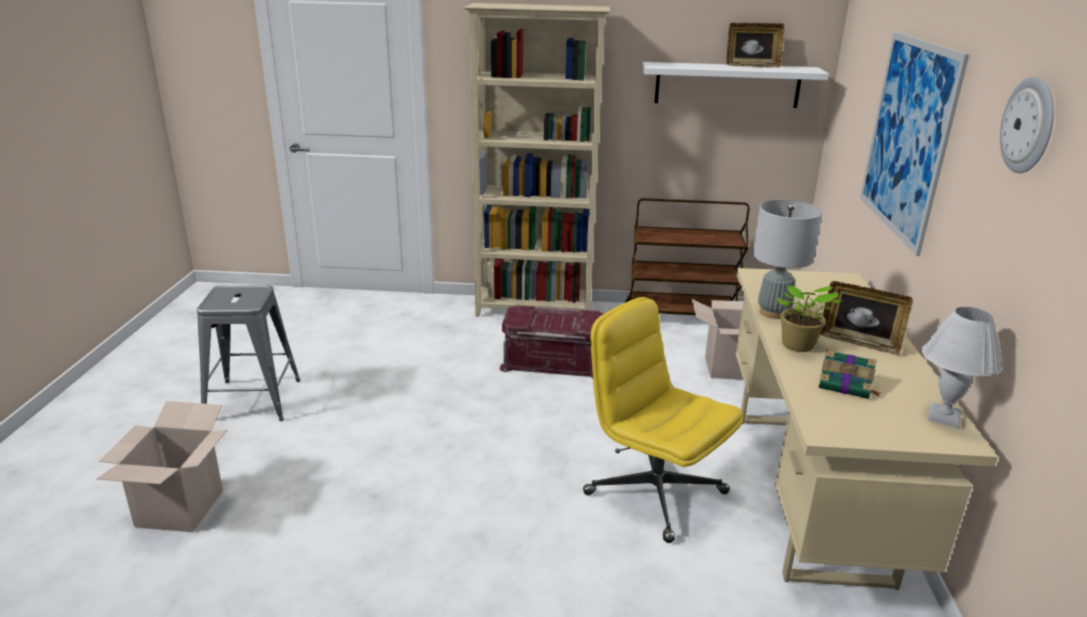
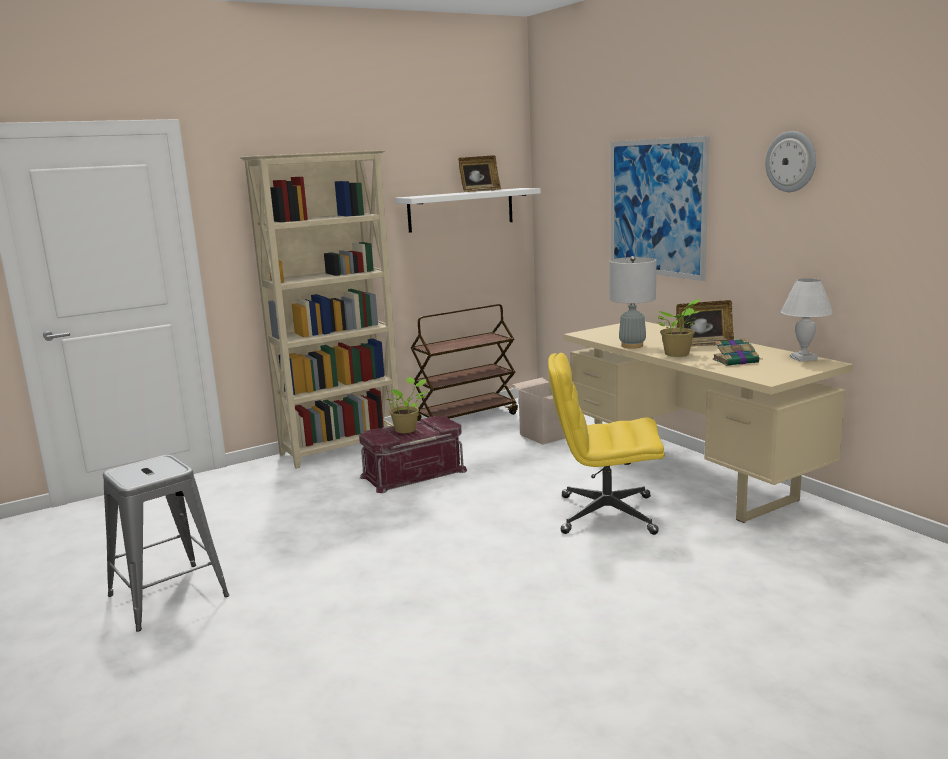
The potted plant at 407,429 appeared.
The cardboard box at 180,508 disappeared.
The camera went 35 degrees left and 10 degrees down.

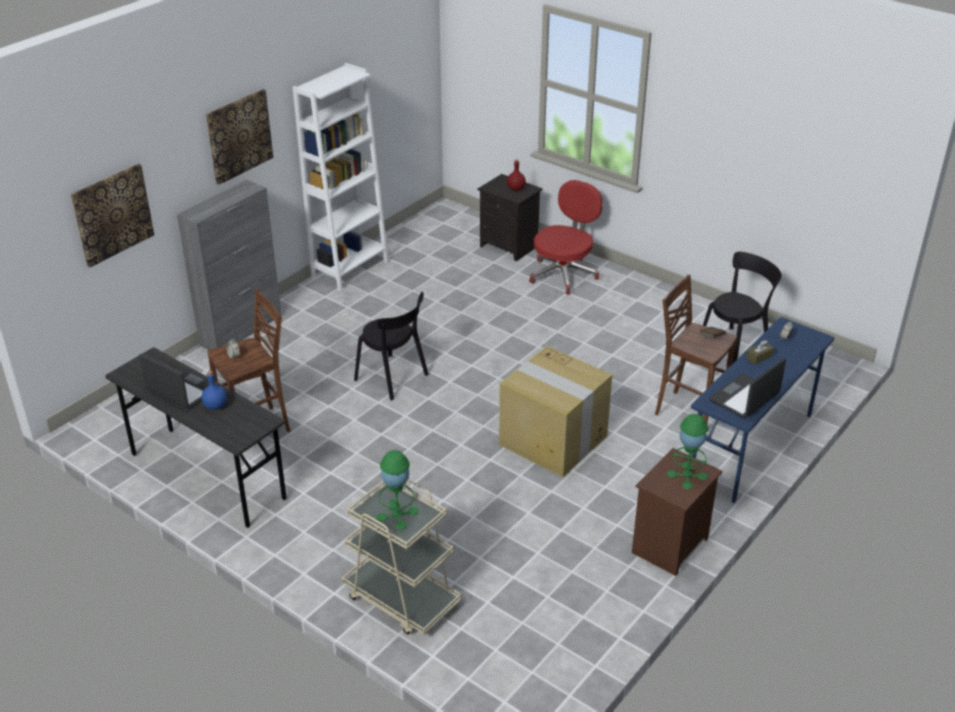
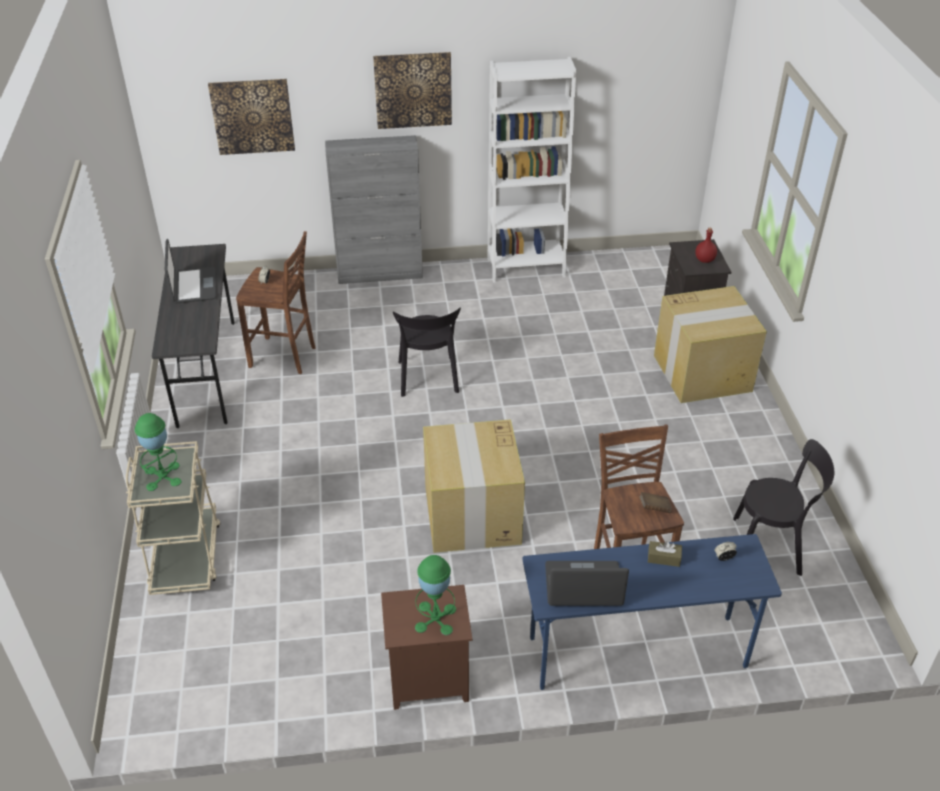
The red office chair at 564,274 was replaced by the cardboard box at 703,373.
The blue bottle at 216,406 disappeared.
The camera went 45 degrees right and 5 degrees up.

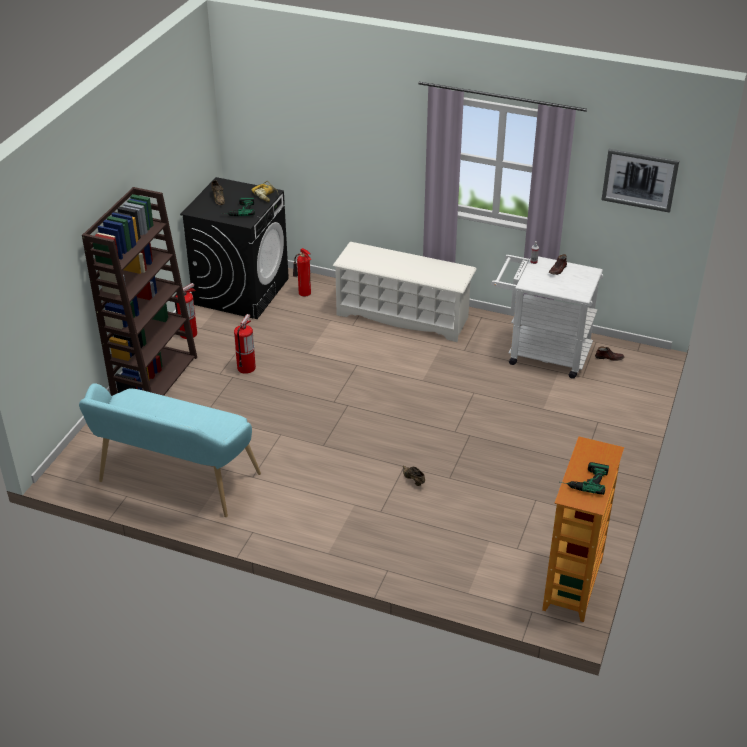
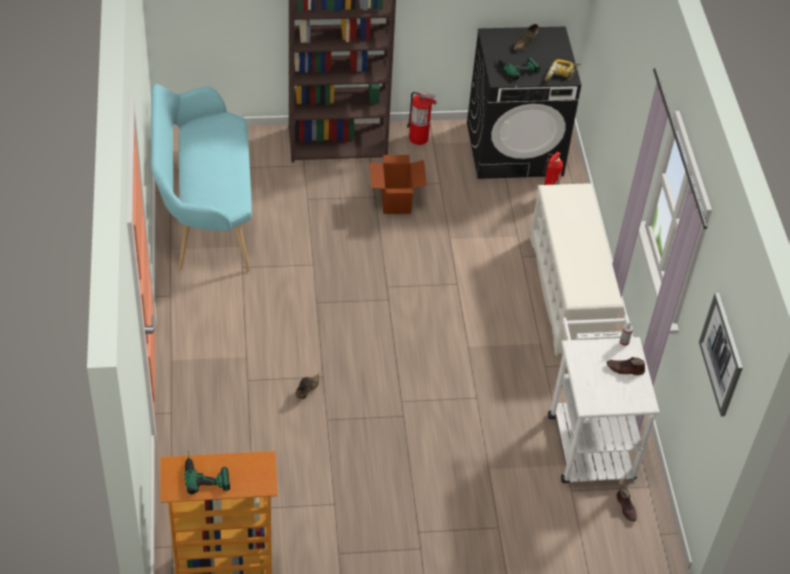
The fire extinguisher at 246,367 was replaced by the cardboard box at 395,201.
The camera went 60 degrees right and 10 degrees up.

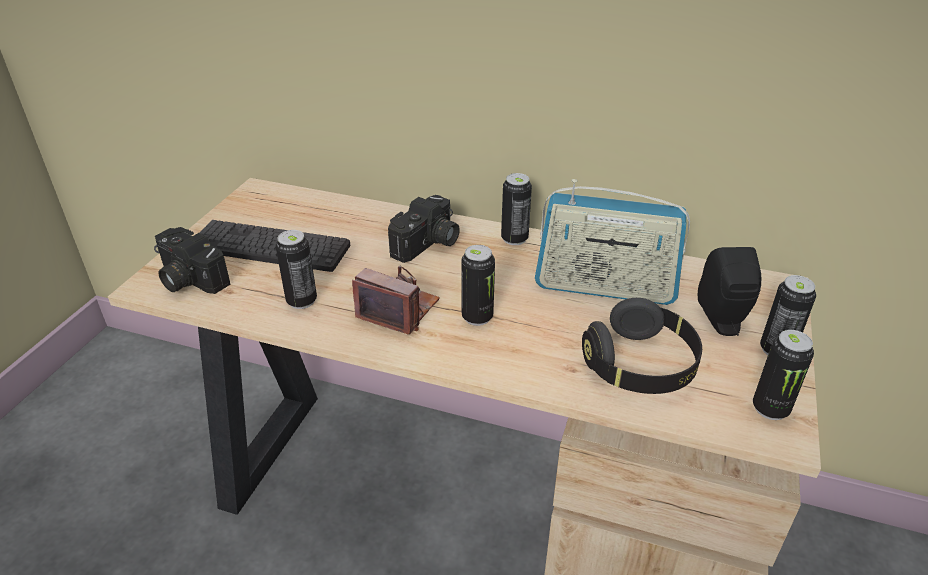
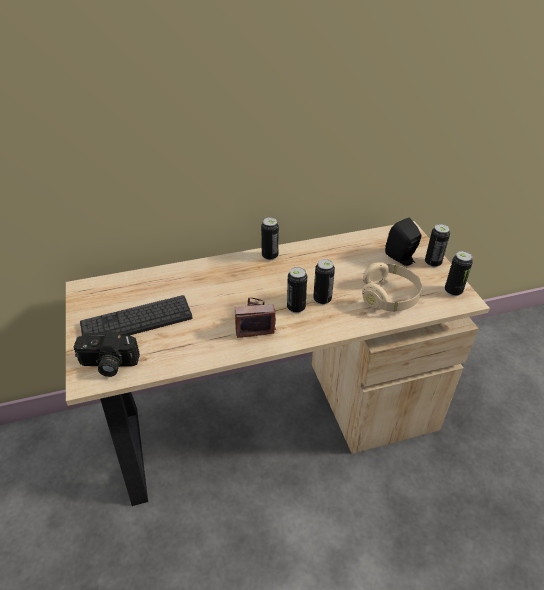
The can moved from 301,301 to 322,299.
The black headphones at 640,366 became the beige headphones at 389,297.
The photo camera at 428,245 disappeared.
The radio at 604,287 disappeared.
The camera went 35 degrees left and 5 degrees up.

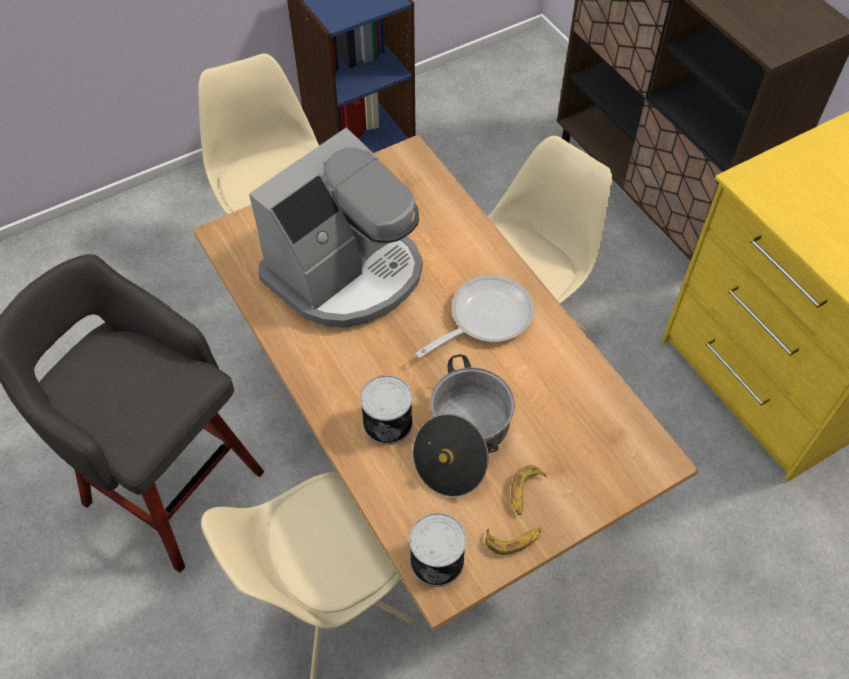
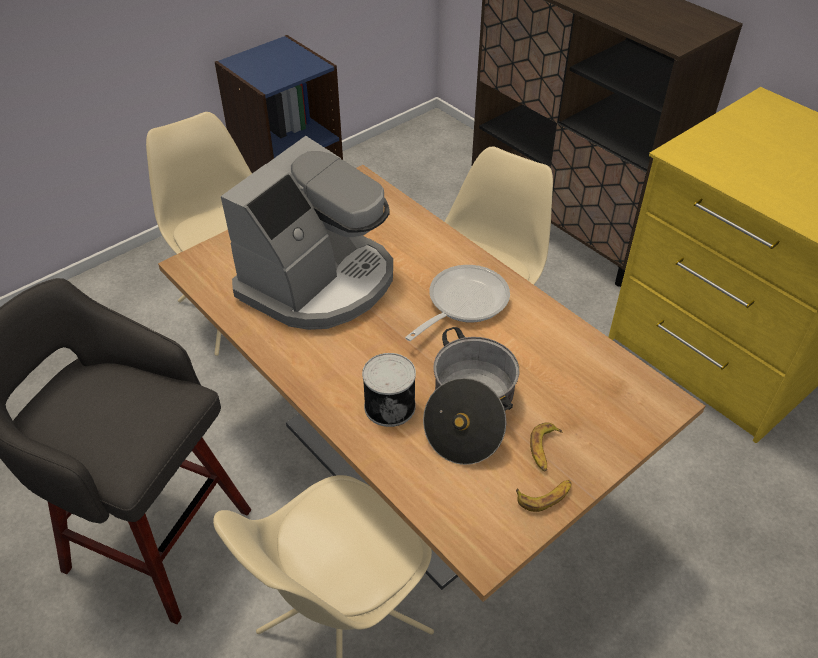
The can at 437,558 disappeared.
The camera went 10 degrees left and 10 degrees down.

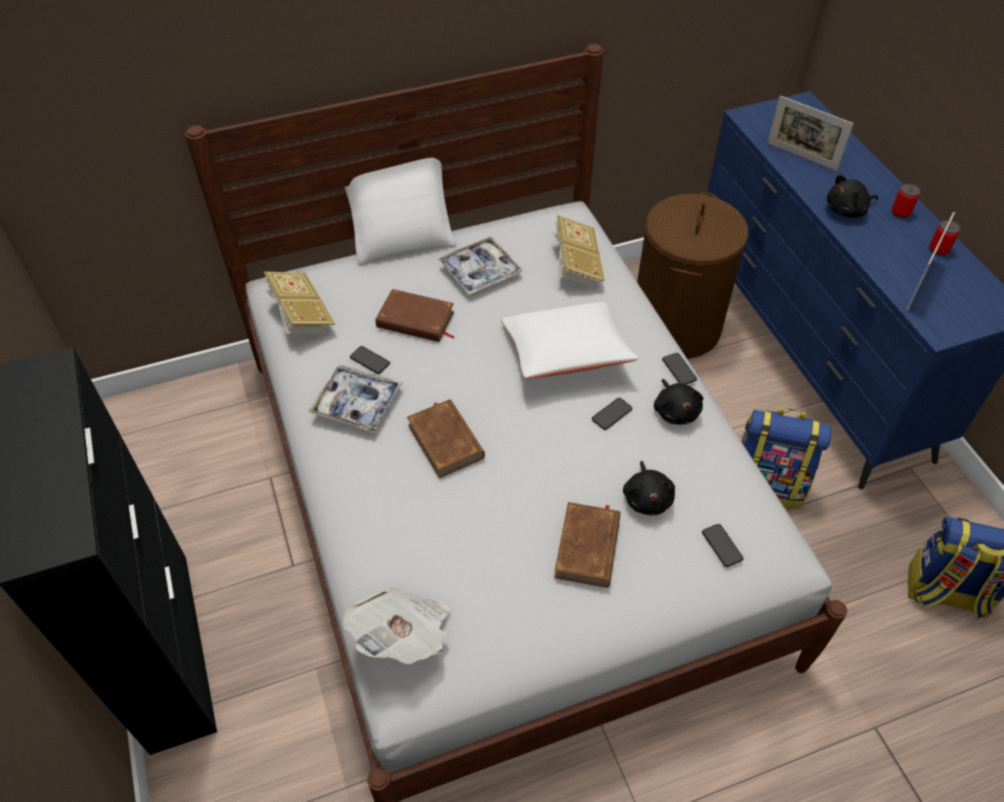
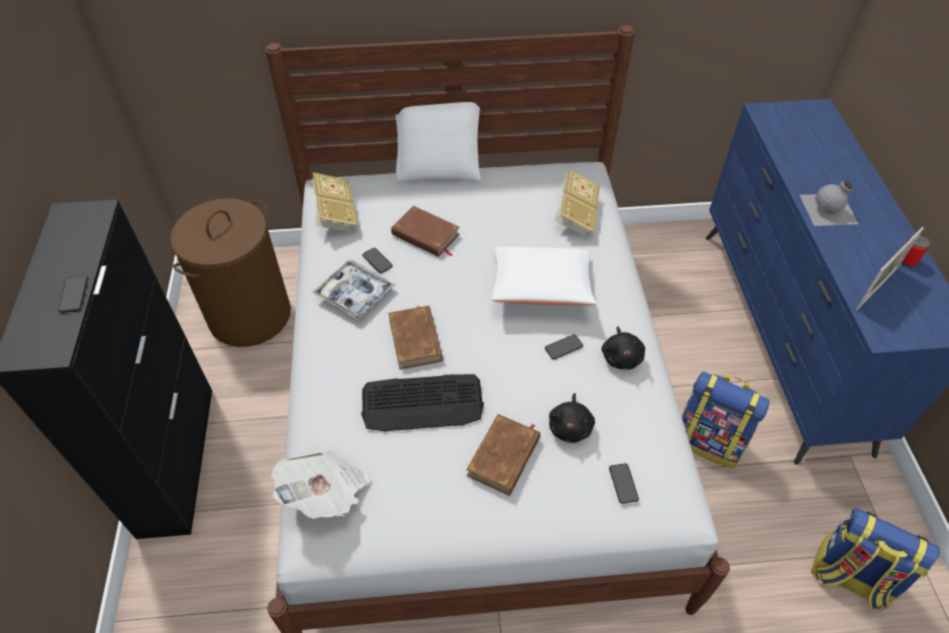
The phone moved from 679,369 to 73,294.
The brown laundry basket moved from 675,327 to 250,315.
The keyboard at 423,403 appeared.
The black plush toy at 847,210 was replaced by the grey bottle at 829,209.
The tray at 480,271 disappeared.
The picture frame at 801,156 disappeared.
The can at 900,212 disappeared.
The camera went 15 degrees right and 0 degrees up.

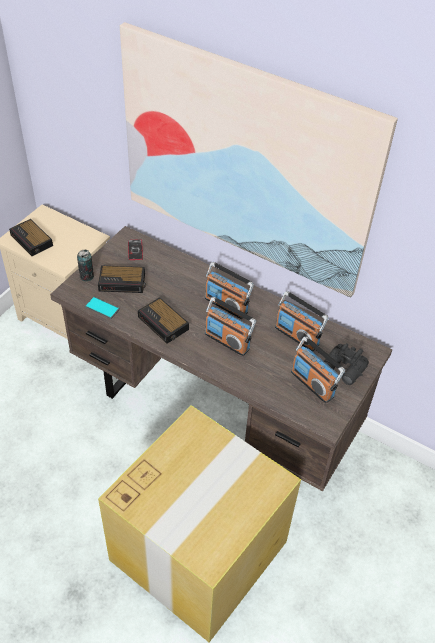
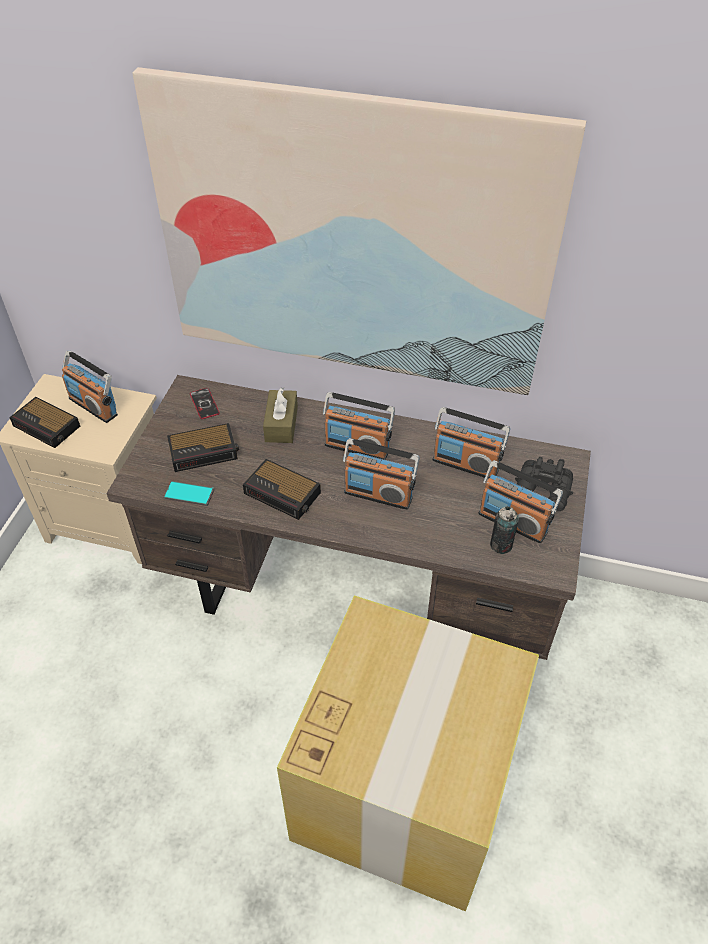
The radio at 94,406 appeared.
The brown tissue box at 281,424 appeared.
The can moved from 86,276 to 501,545.
The camera went 15 degrees left and 0 degrees up.

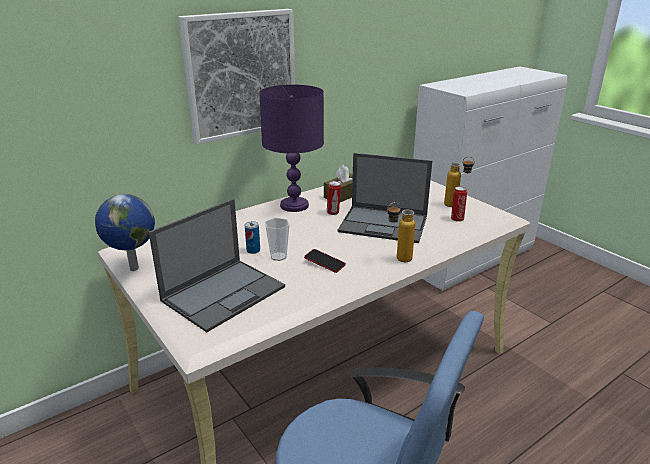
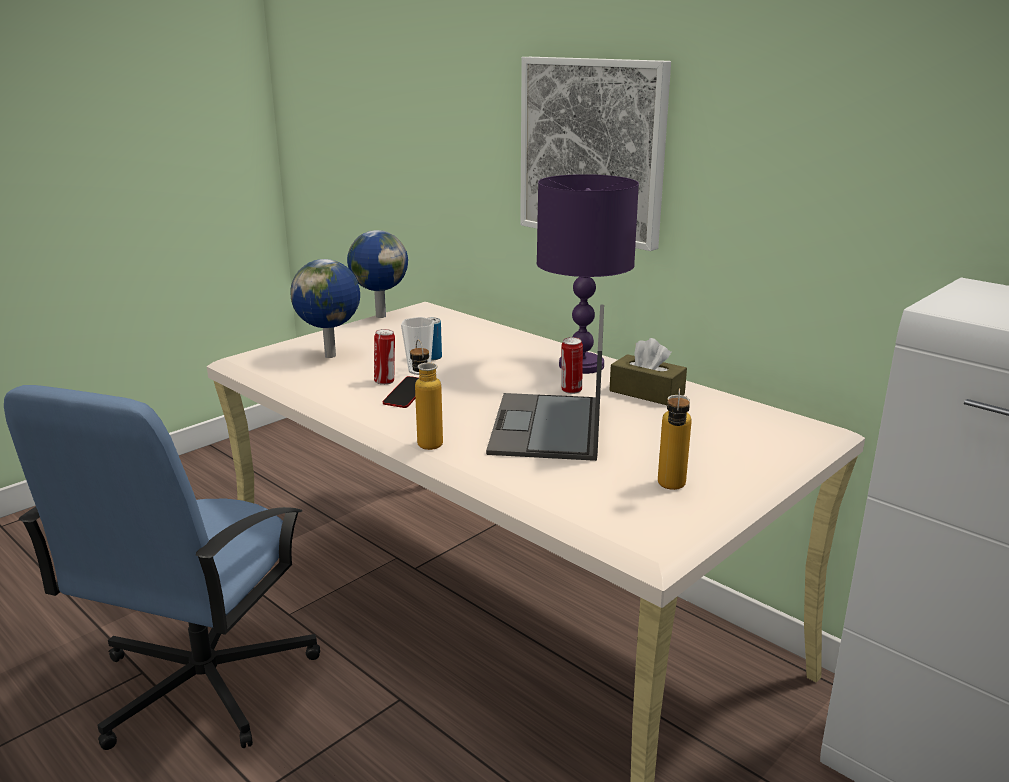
The laptop at 224,293 was replaced by the globe at 332,356.
The can moved from 457,219 to 385,381.
The camera went 80 degrees right and 5 degrees down.

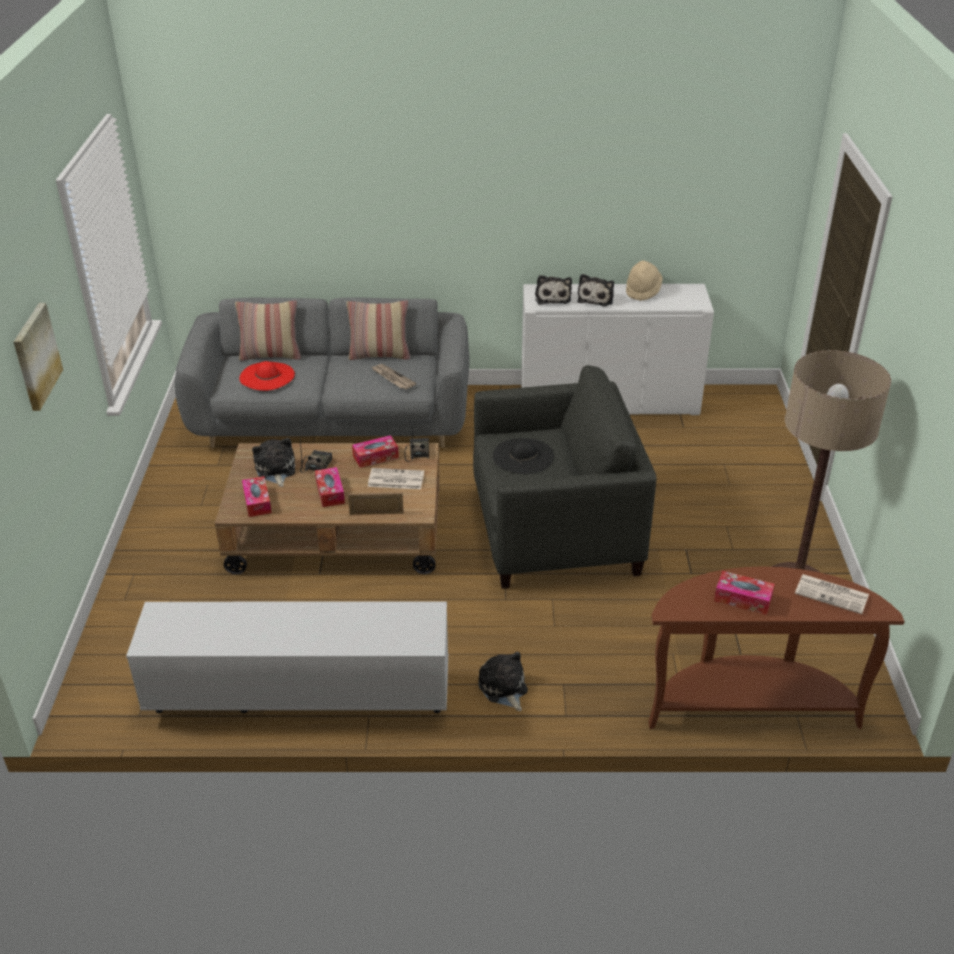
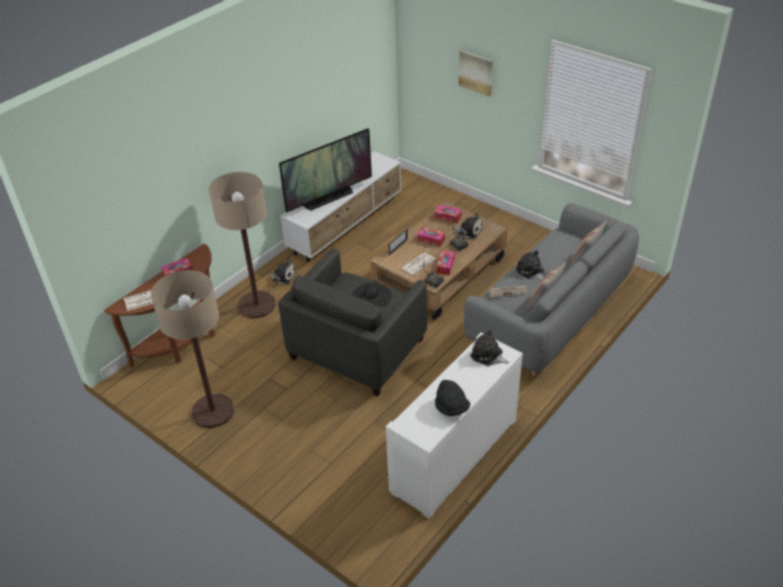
The floor lamp at 257,305 appeared.
The television at 329,199 appeared.
The beige hat at 642,291 became the black hat at 451,407.
The plush toy moved from 596,298 to 530,271.
The red hat at 267,376 disappeared.
The camera went 130 degrees right and 5 degrees up.

